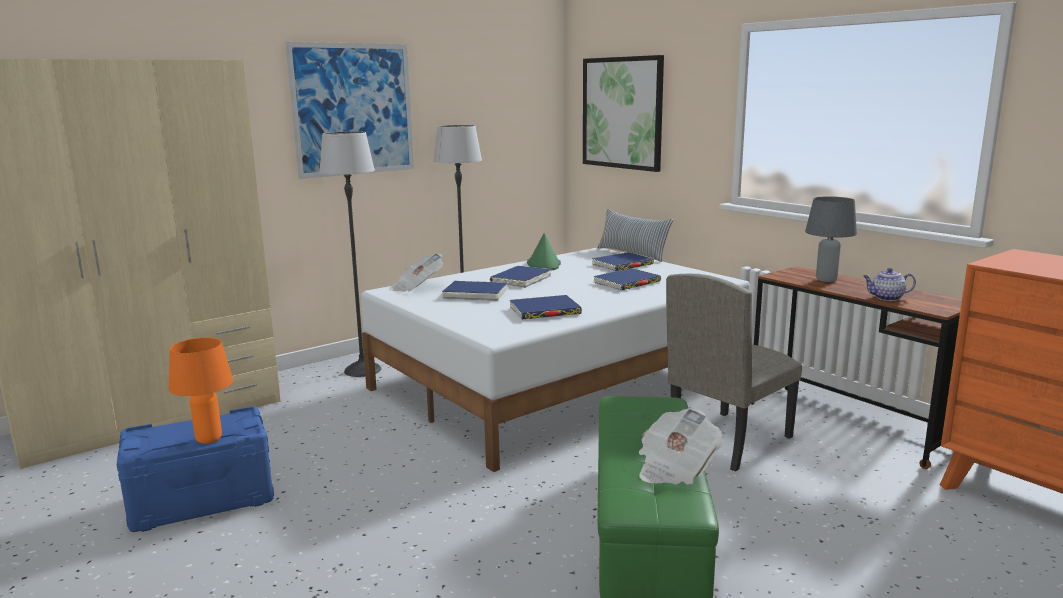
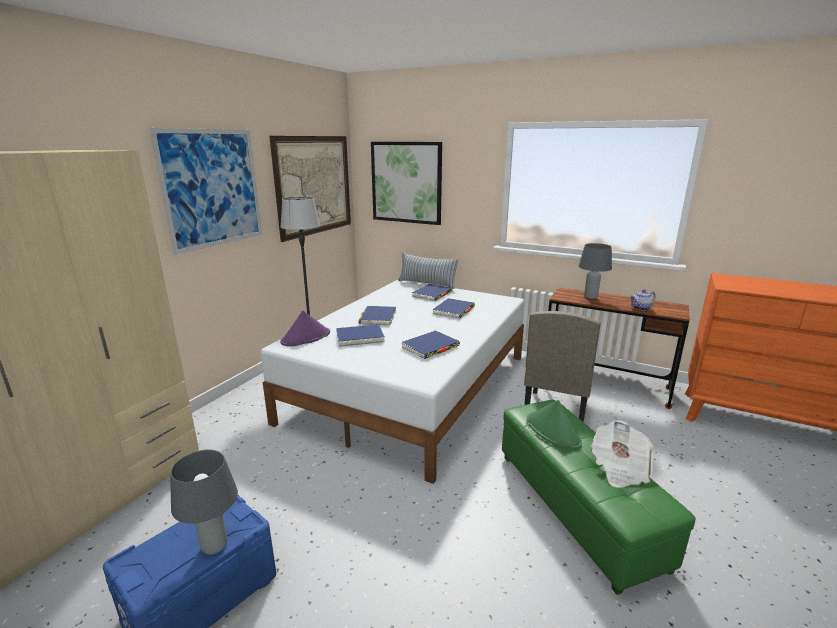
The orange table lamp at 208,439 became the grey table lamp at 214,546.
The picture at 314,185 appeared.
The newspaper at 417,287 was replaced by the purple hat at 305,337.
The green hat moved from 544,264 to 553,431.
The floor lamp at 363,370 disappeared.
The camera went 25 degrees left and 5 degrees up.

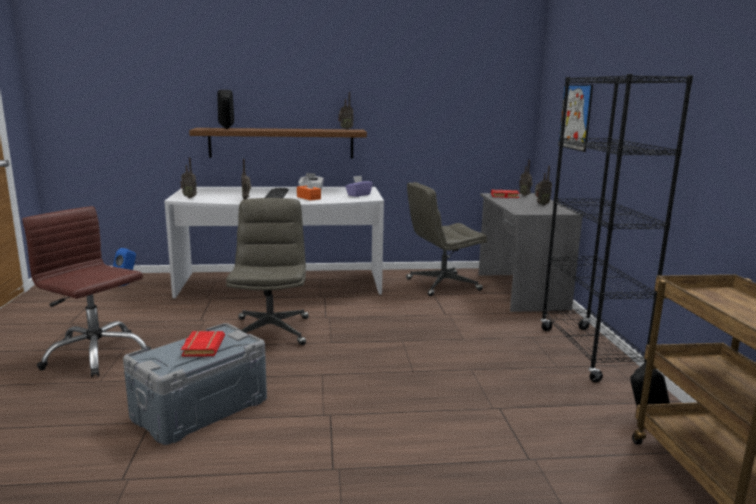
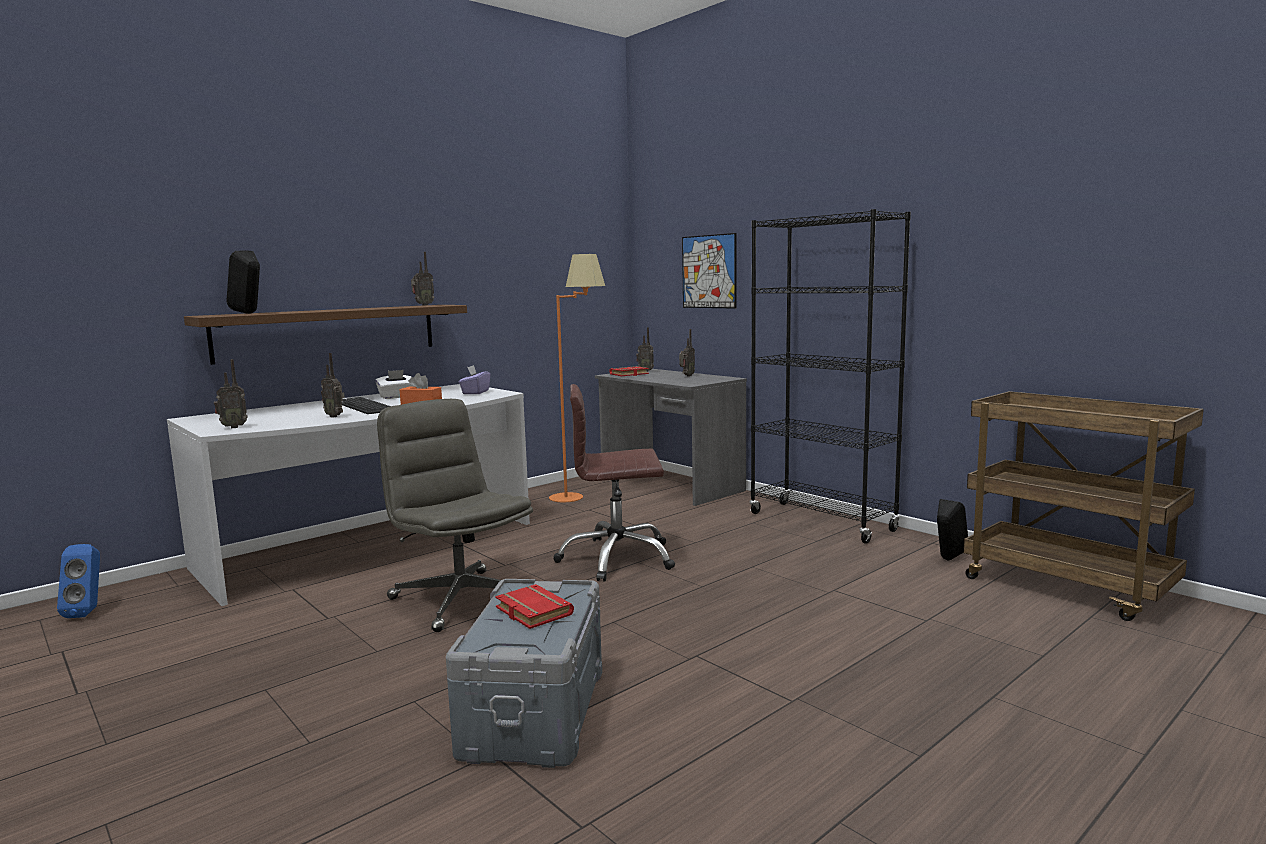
The grey office chair at 442,285 was replaced by the orange floor lamp at 581,498.
The brown office chair moved from 96,354 to 617,558.
The camera went 35 degrees left and 5 degrees down.

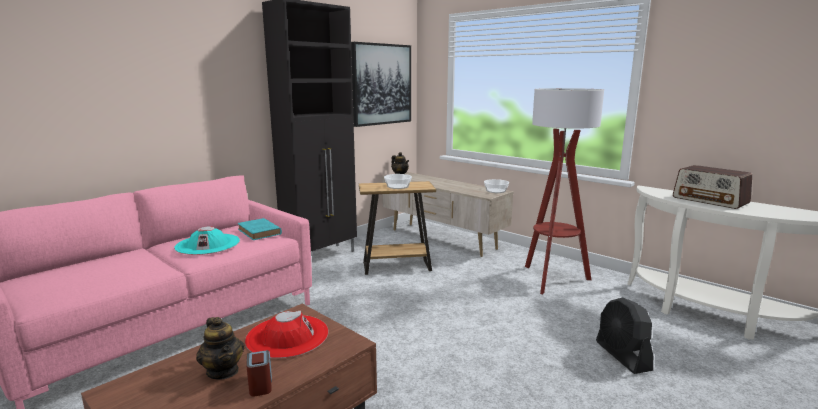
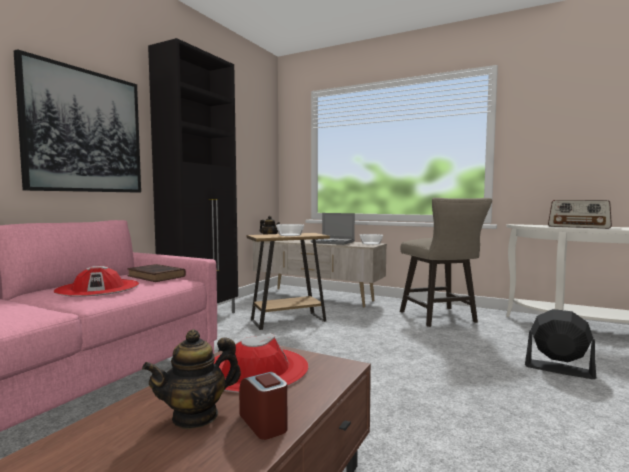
The picture moved from 382,84 to 84,131.
The turquoise hat at 208,244 became the red hat at 98,288.
The turquoise book at 260,232 became the brown book at 157,276.
The teapot at 223,371 turned 105 degrees clockwise.
The laptop at 333,242 appeared.
The floor lamp at 552,279 was replaced by the beige stool at 441,318.
The black fan at 622,356 turned 150 degrees clockwise.
The camera went 15 degrees left and 10 degrees down.

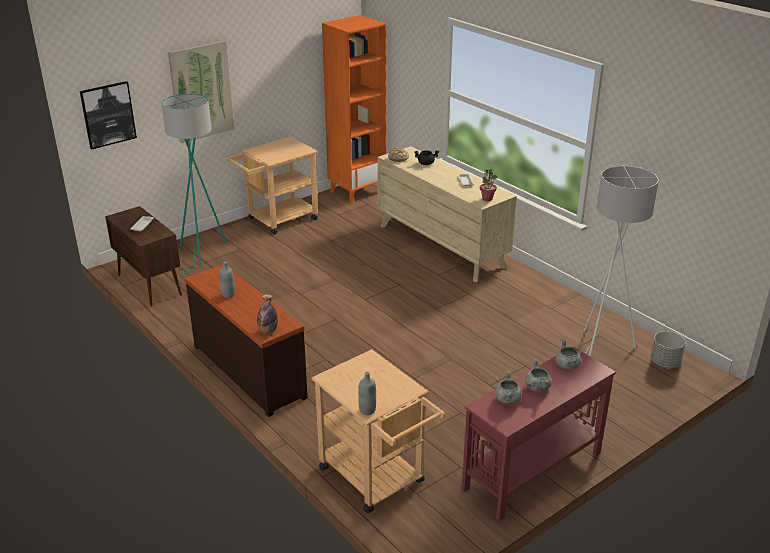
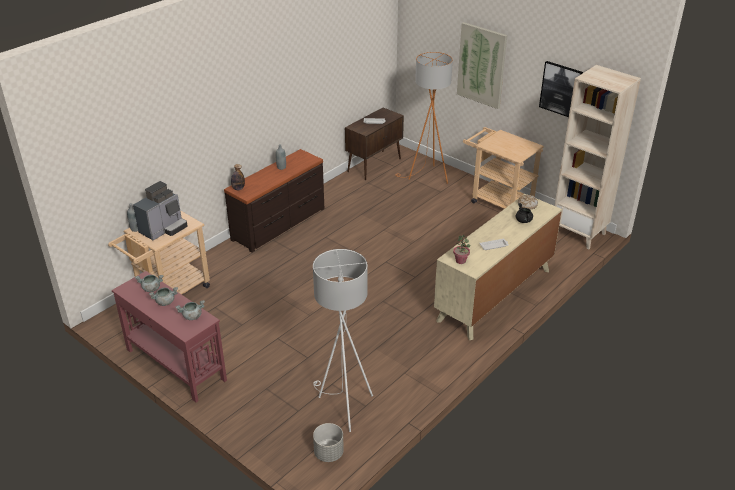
The coffee machine at 164,229 appeared.
The turquoise floor lamp at 202,253 became the orange floor lamp at 427,177.
The picture moved from 108,114 to 561,89.
The orange bookcase at 357,191 became the beige bookcase at 579,233.
The camera went 80 degrees right and 5 degrees up.

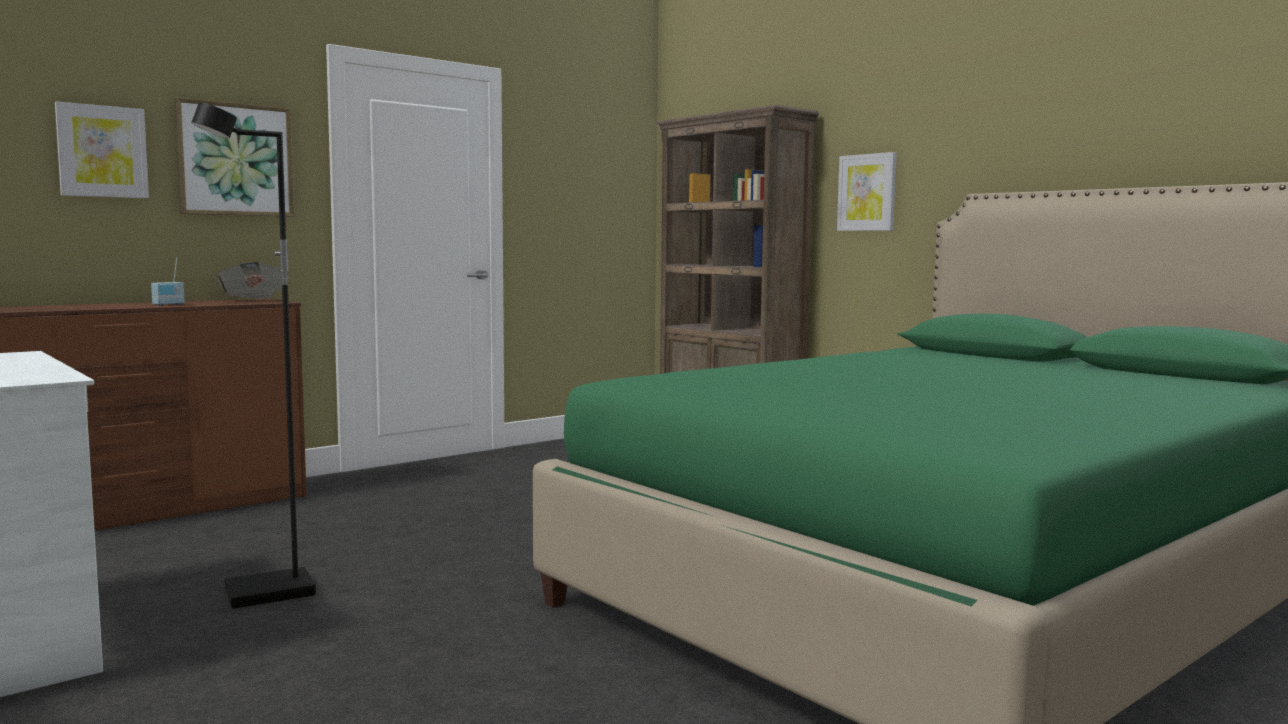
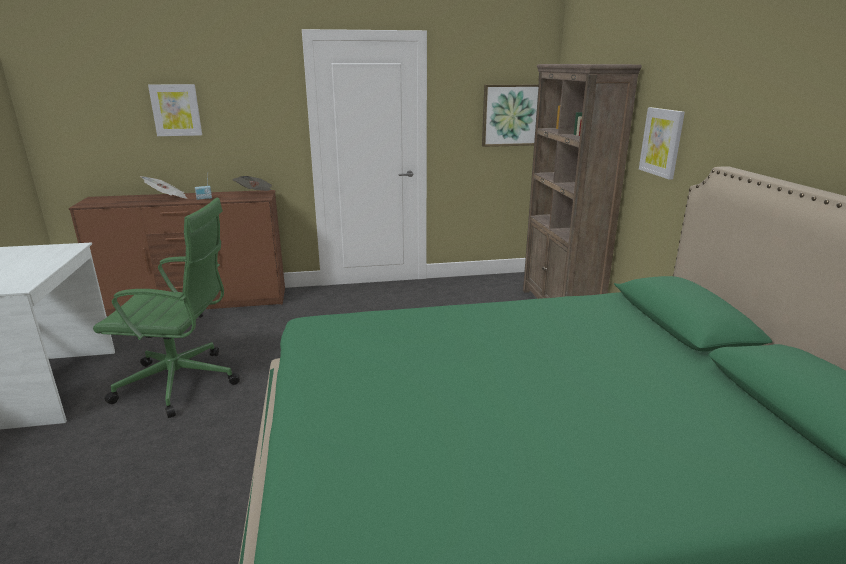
The black floor lamp at 269,593 was replaced by the green office chair at 182,383.
The newspaper at 167,198 appeared.
The picture moved from 235,160 to 511,115.
The camera went 30 degrees right and 15 degrees up.

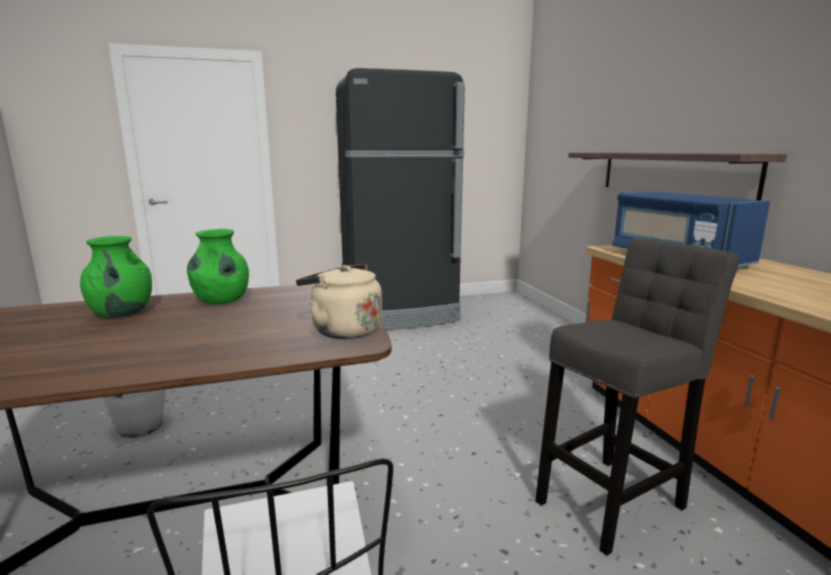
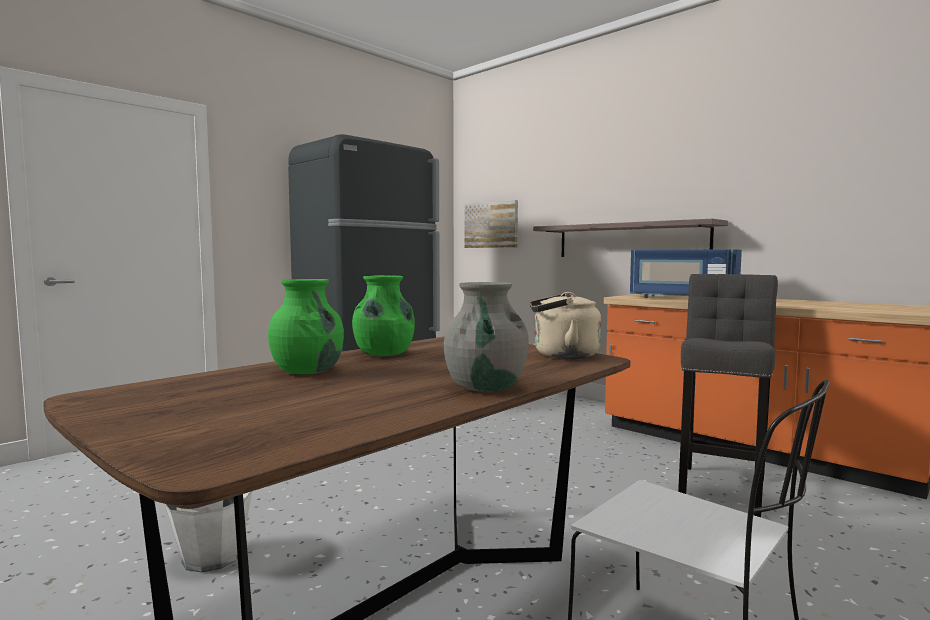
The grey vase at 485,387 appeared.
The picture at 491,225 appeared.
The camera went 30 degrees left and 10 degrees down.

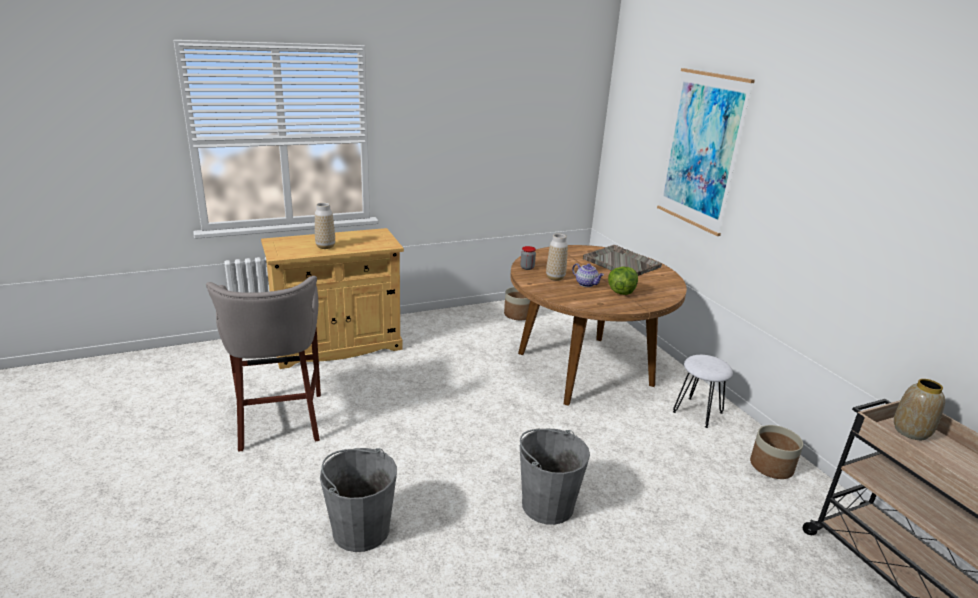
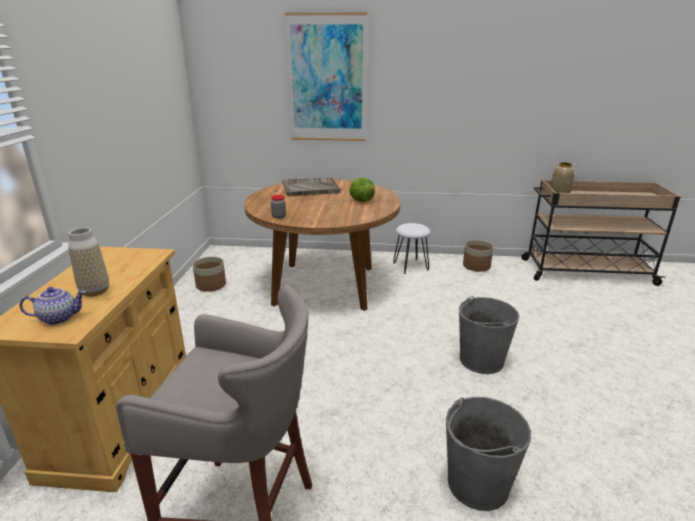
The teapot moved from 586,284 to 59,318.
The vase at 555,278 disappeared.
The camera went 60 degrees left and 0 degrees up.

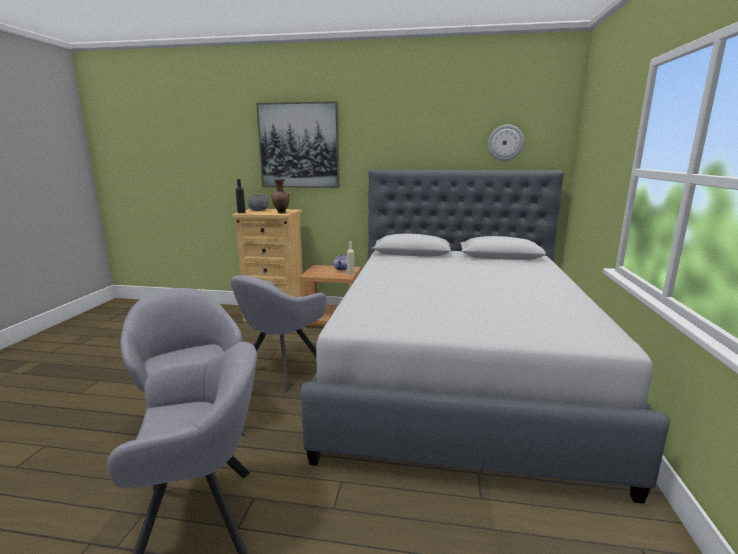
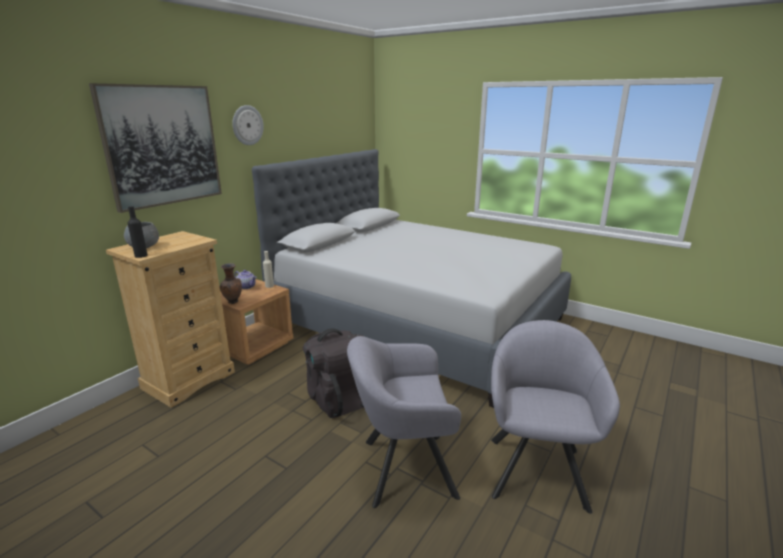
The brown vase moved from 281,213 to 233,302.
The wall clock moved from 505,142 to 247,125.
The grey armchair at 280,370 was replaced by the black backpack at 337,398.
The camera went 65 degrees left and 5 degrees up.

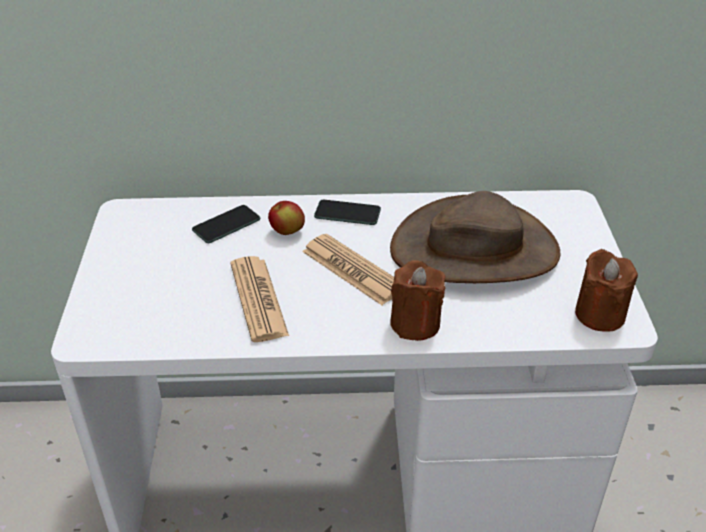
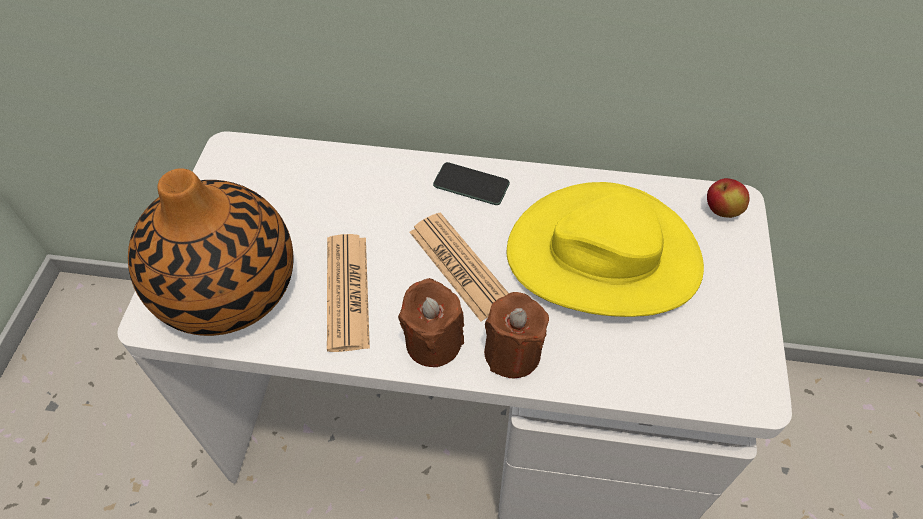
The vase at 227,286 appeared.
The brown candle moved from 600,314 to 433,342.
The brown hat at 474,249 became the yellow hat at 604,256.
The apple moved from 287,232 to 722,211.
The phone at 226,225 disappeared.
The camera went 10 degrees right and 15 degrees up.

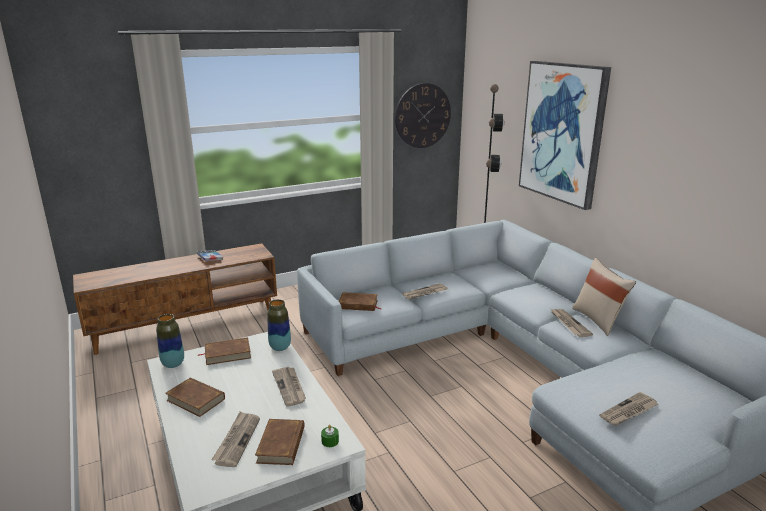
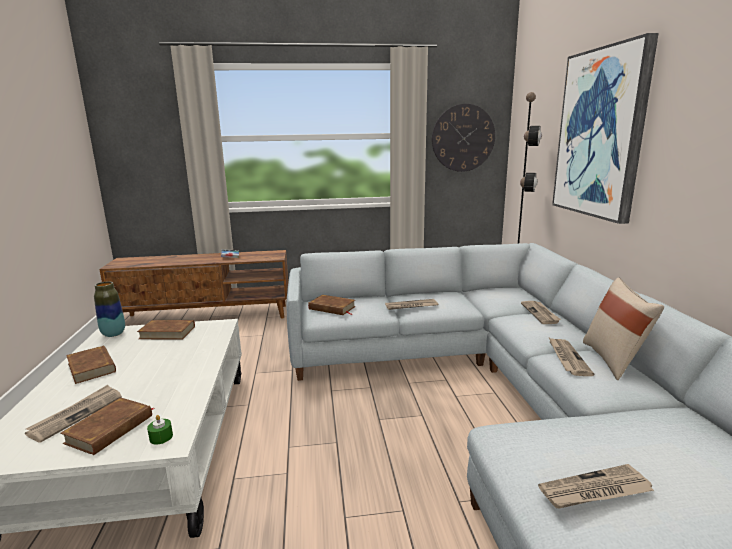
The newspaper moved from 290,387 to 540,313.
The vase at 280,347 disappeared.
The camera went 20 degrees right and 5 degrees down.

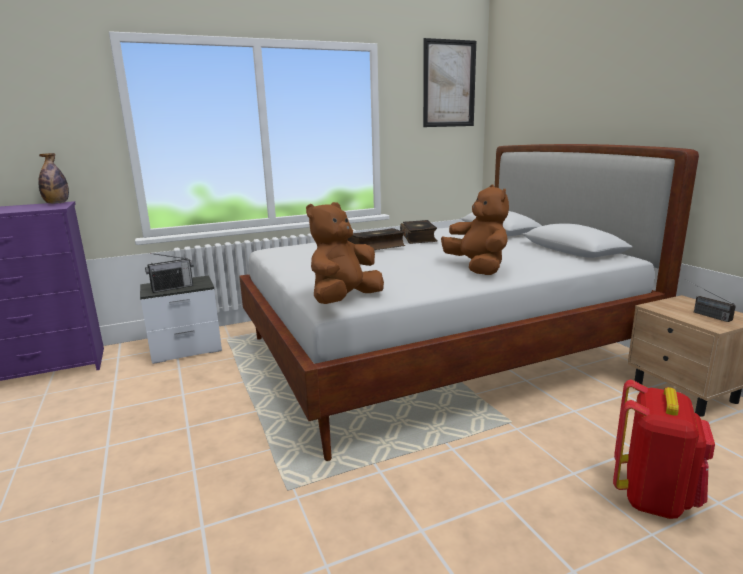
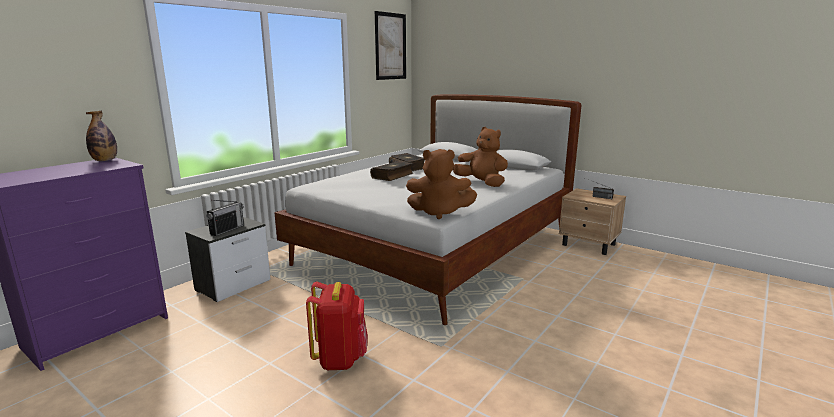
The red backpack moved from 653,497 to 340,358.
The brown plush toy at 344,300 turned 90 degrees counterclockwise.
The camera went 30 degrees left and 0 degrees up.

